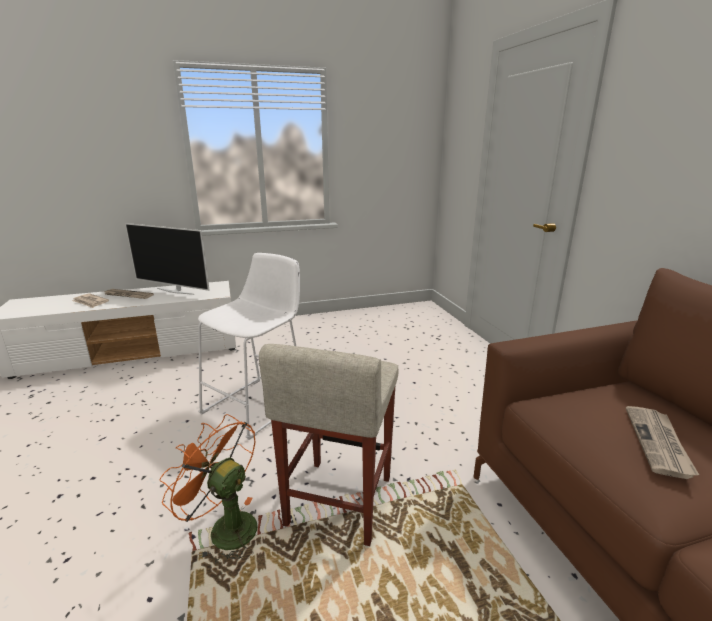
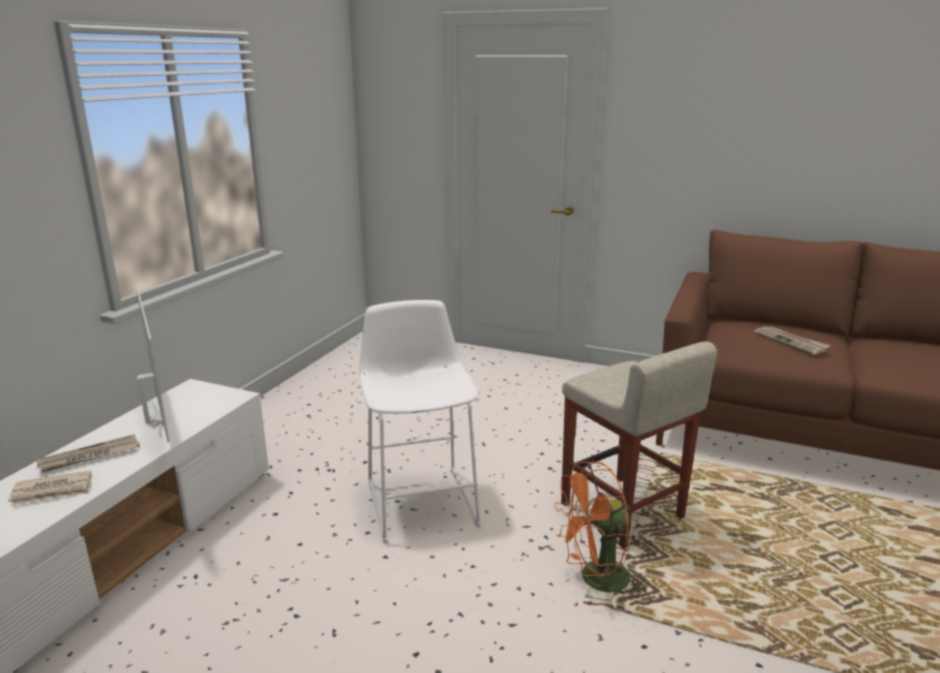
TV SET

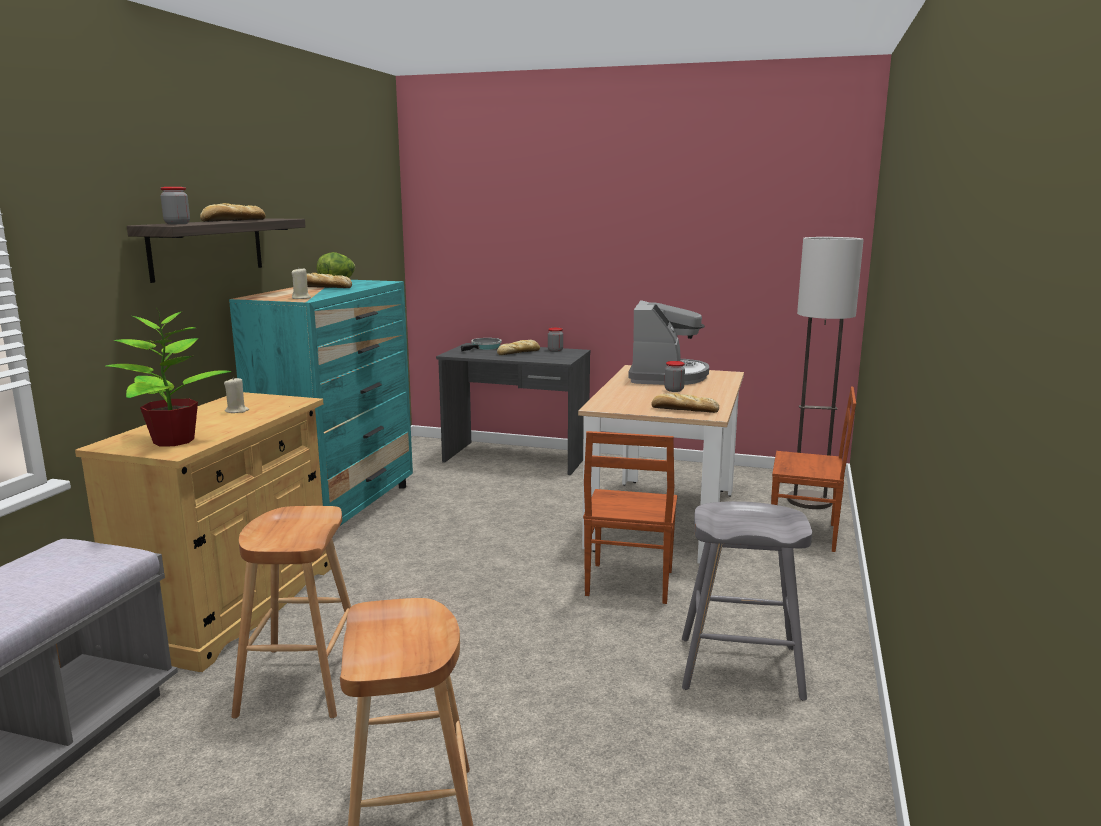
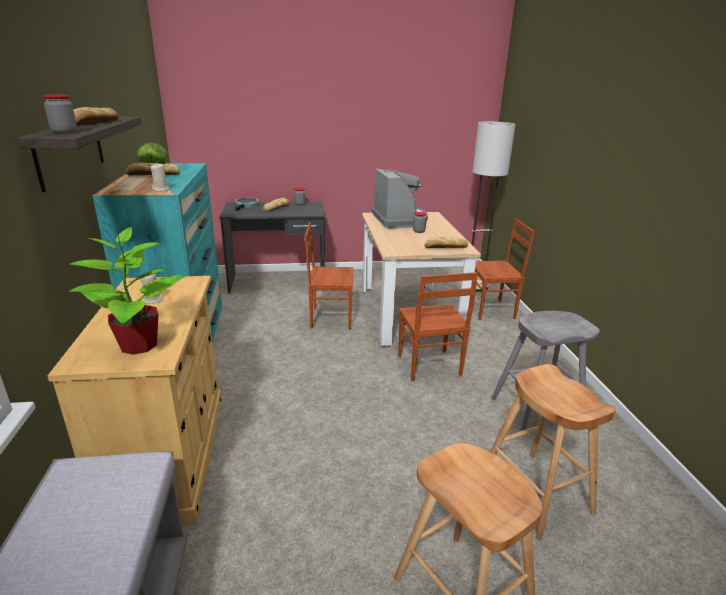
BROWN-COLOURED UPRIGHT CHAIR (no. 1 from left)
BROWN-COLOURED STOOL (no. 2 from left)

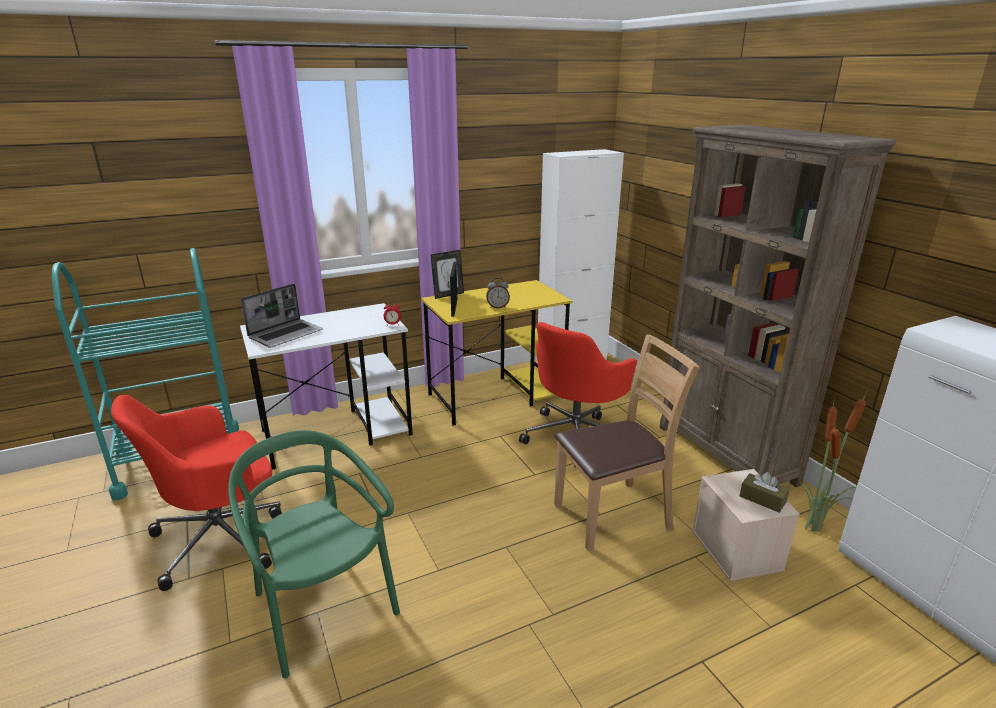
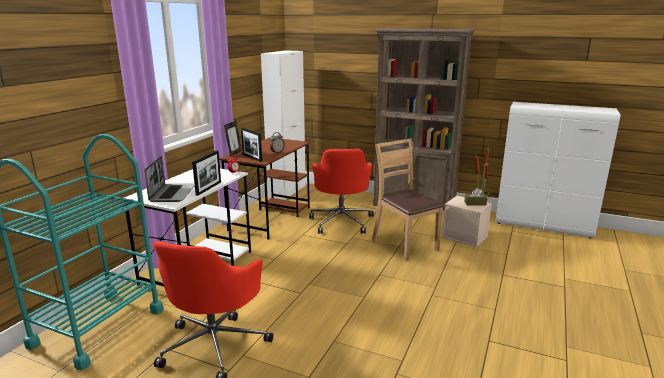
GREEN-COLOURED UPRIGHT CHAIR
PHOTO FRAME (no. 1 from left)
BROWN-COLOURED DESK TABLE
BROWN-COLOURED UPRIGHT CHAIR

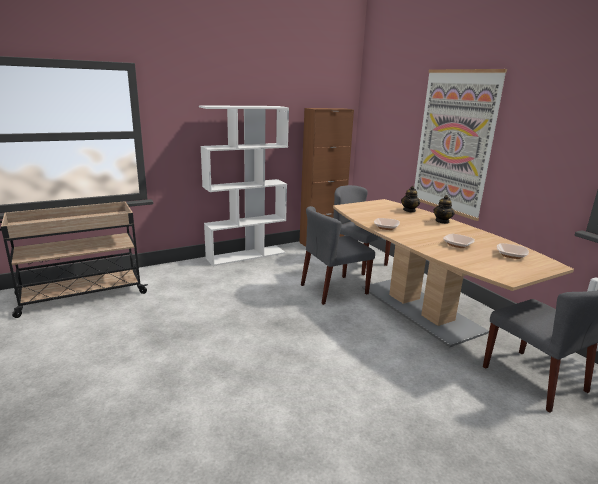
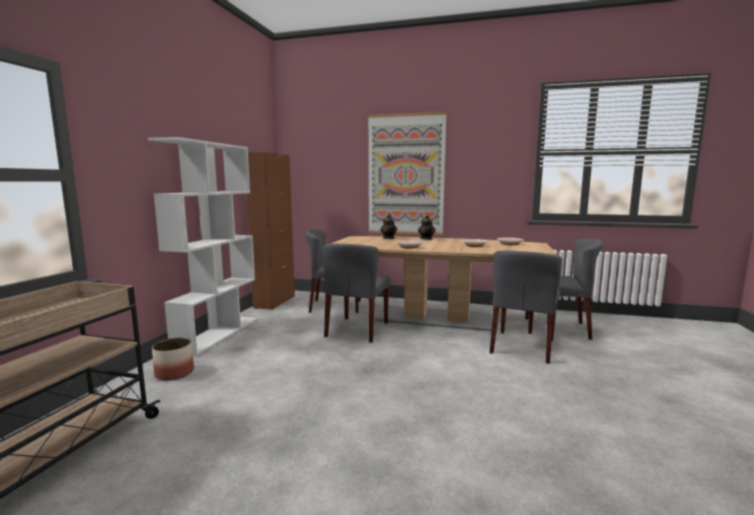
PLANTER
GREYISH UPRIGHT CHAIR (no. 3 from left)

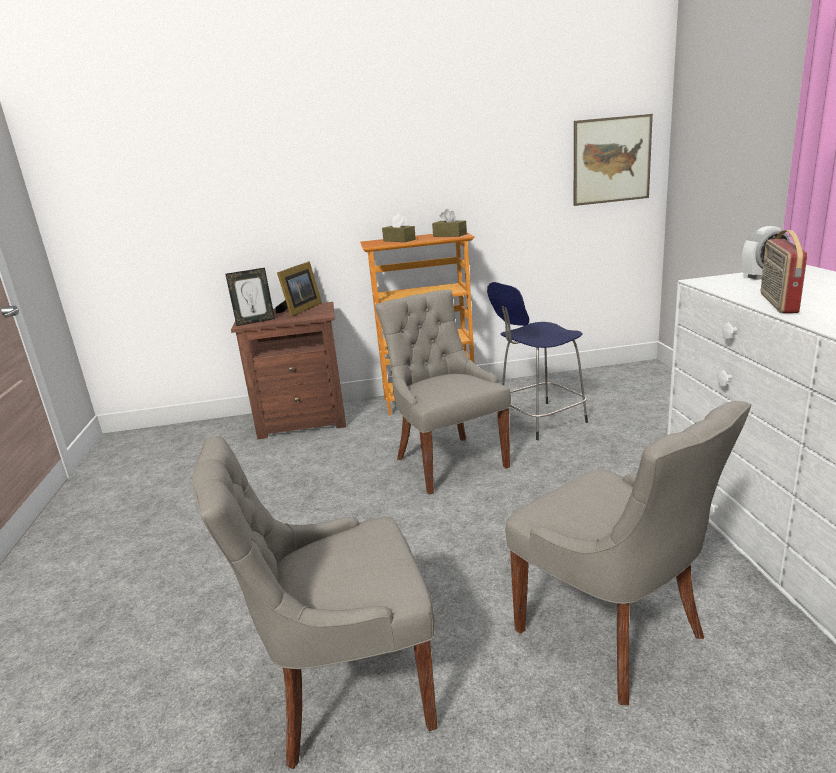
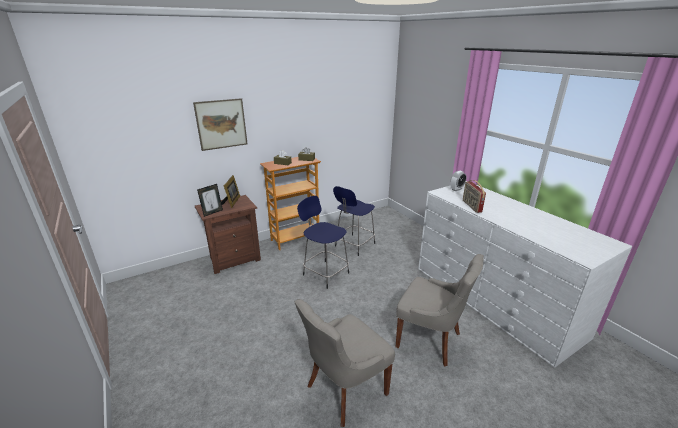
WALL ART
BLUE-COLOURED STOOL (no. 1 from left)

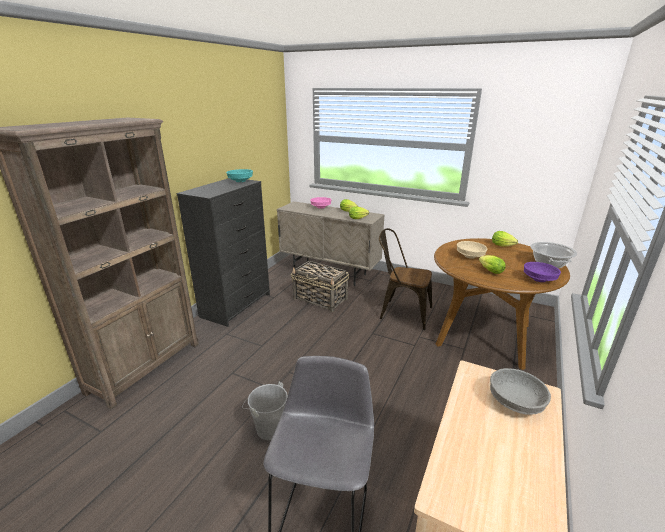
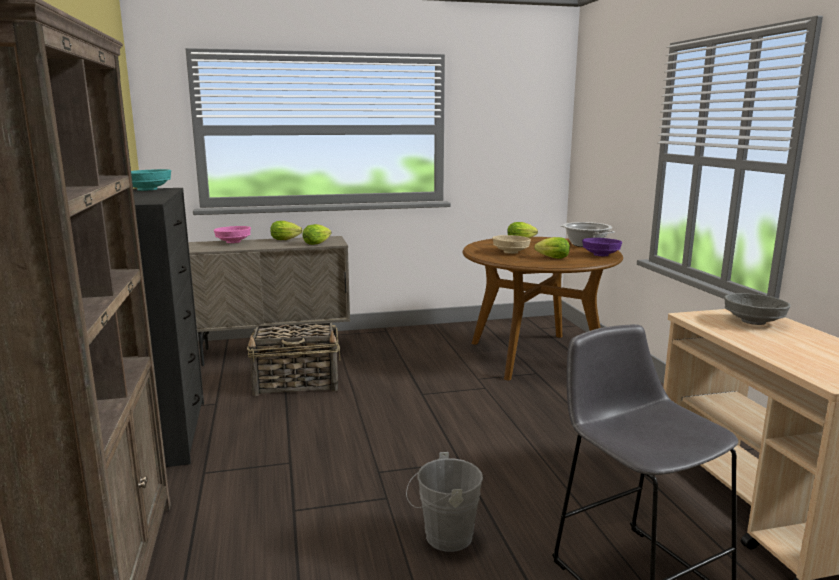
BROWN-COLOURED UPRIGHT CHAIR

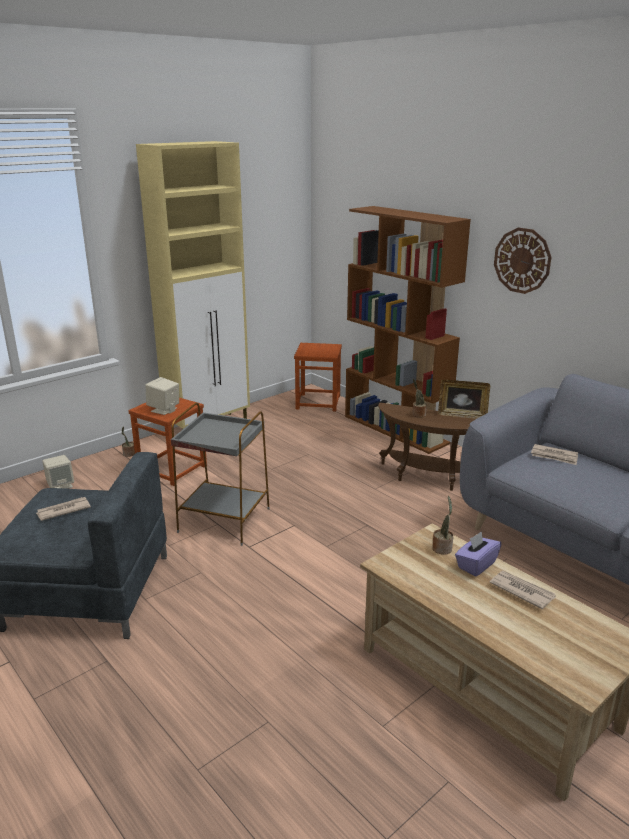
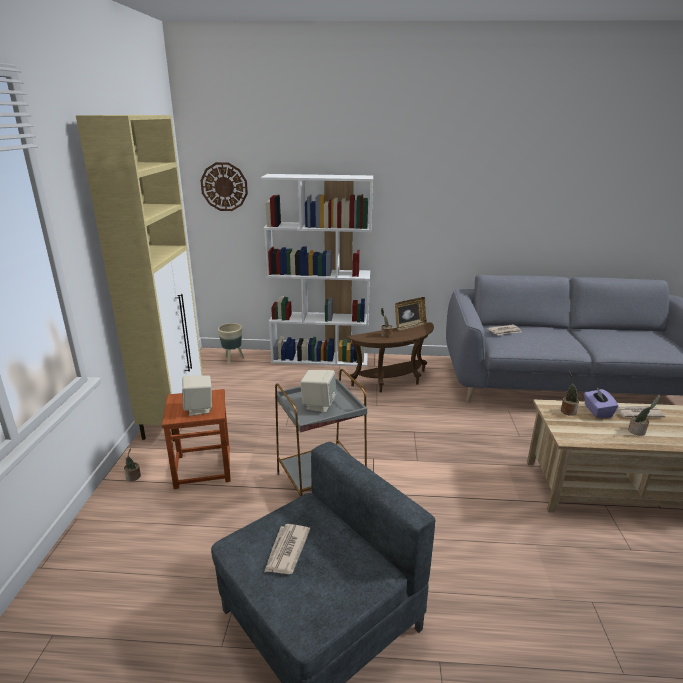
PLANT IN A POT (no. 4 from left)
BEIGE SPEAKER (no. 2 from left)
WALL CLOCK
BEIGE PLANTER
WHITE BOOKSHELF

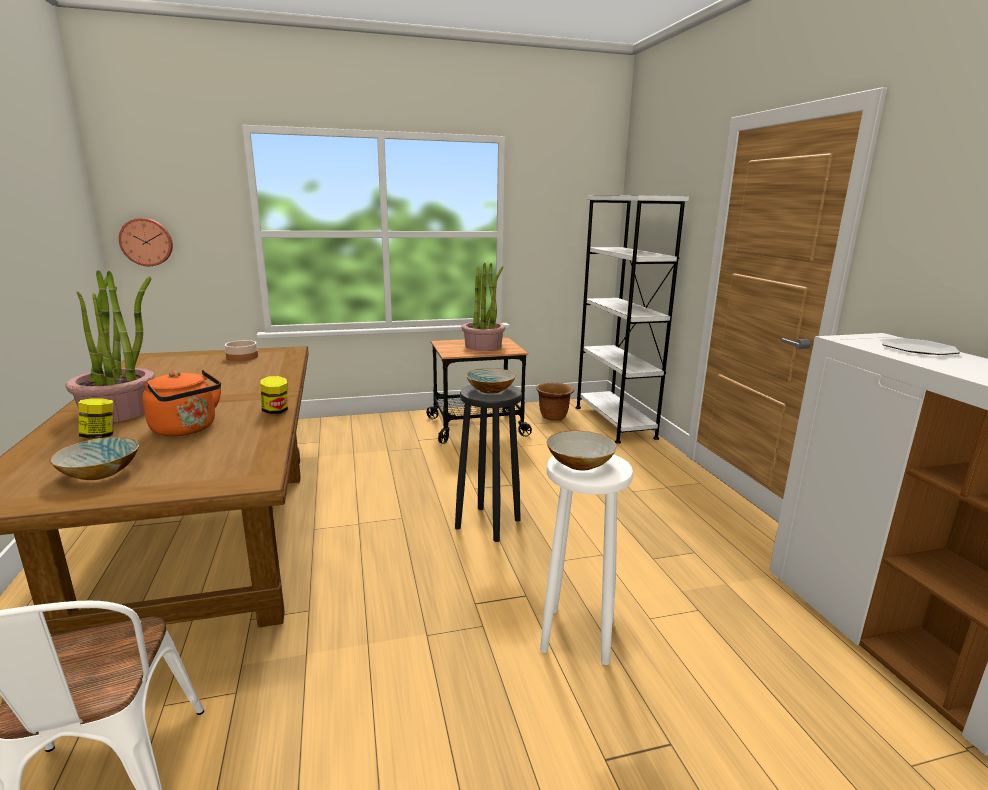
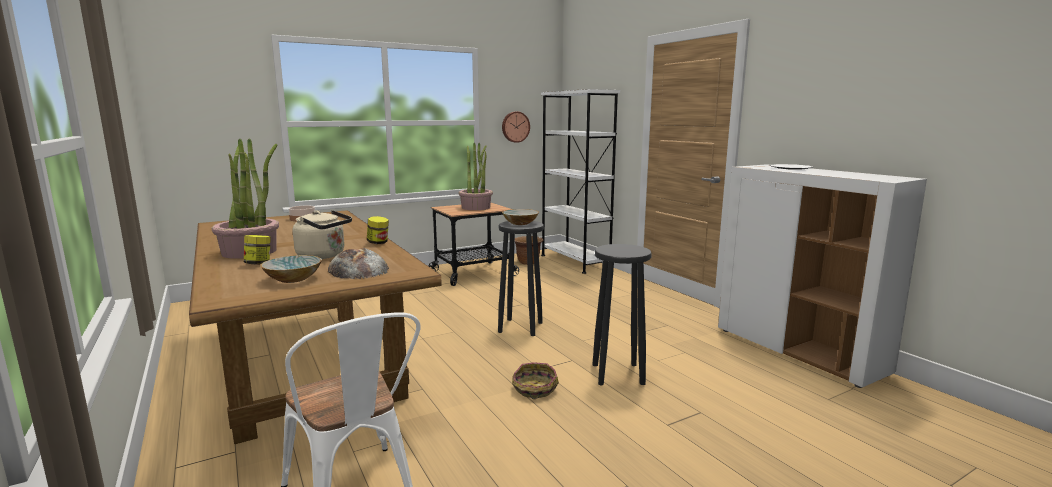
SERVING BOWL (no. 4 from left in the first image)
BREAD
HOUSEHOLD BASKET
WALL CLOCK
BEIGE WATER KETTLE
BLACK-COLOURED STOOL (no. 2 from left)

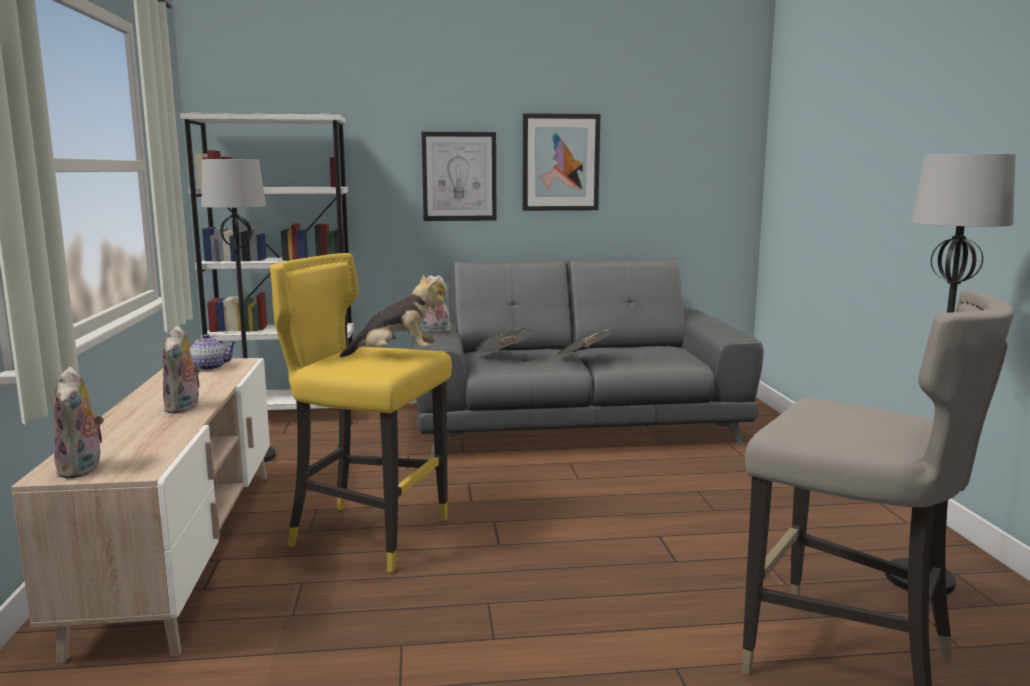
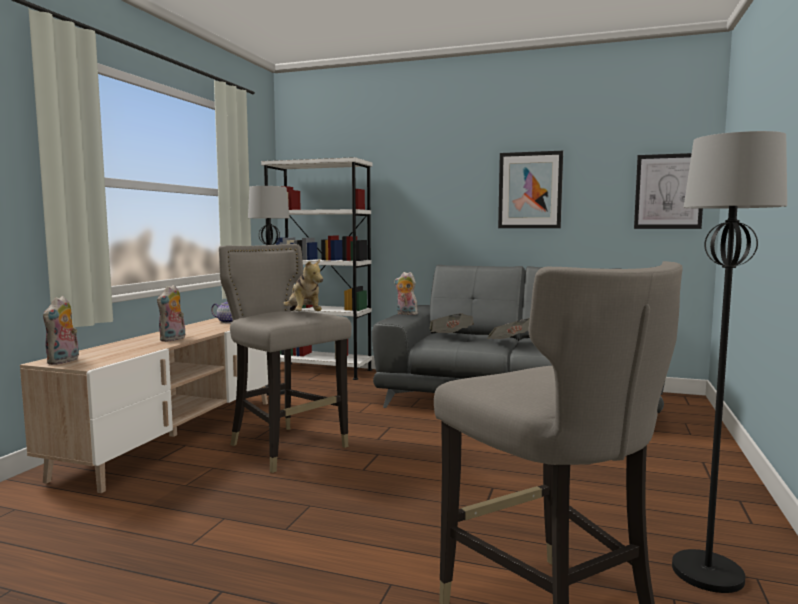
WALL ART (no. 2 from left)
GREYISH STOOL (no. 1 from left)
CUDDLY TOY (no. 3 from left)

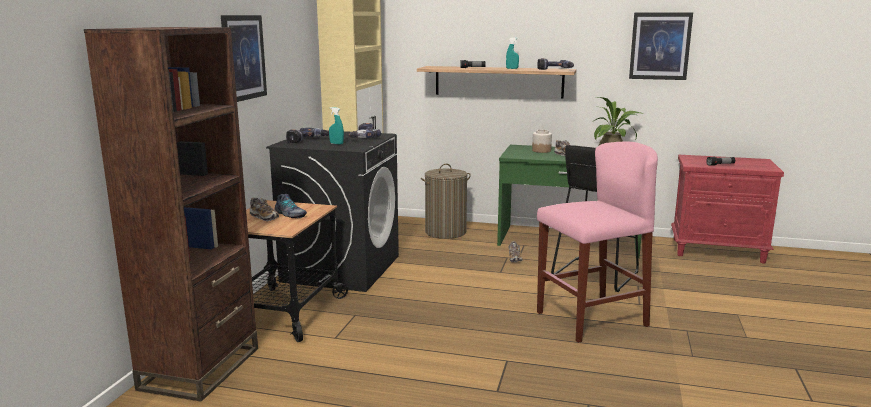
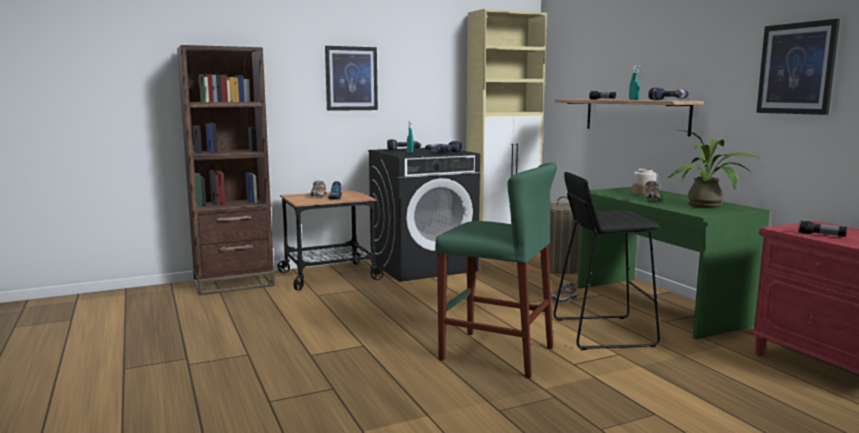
GREEN-COLOURED STOOL

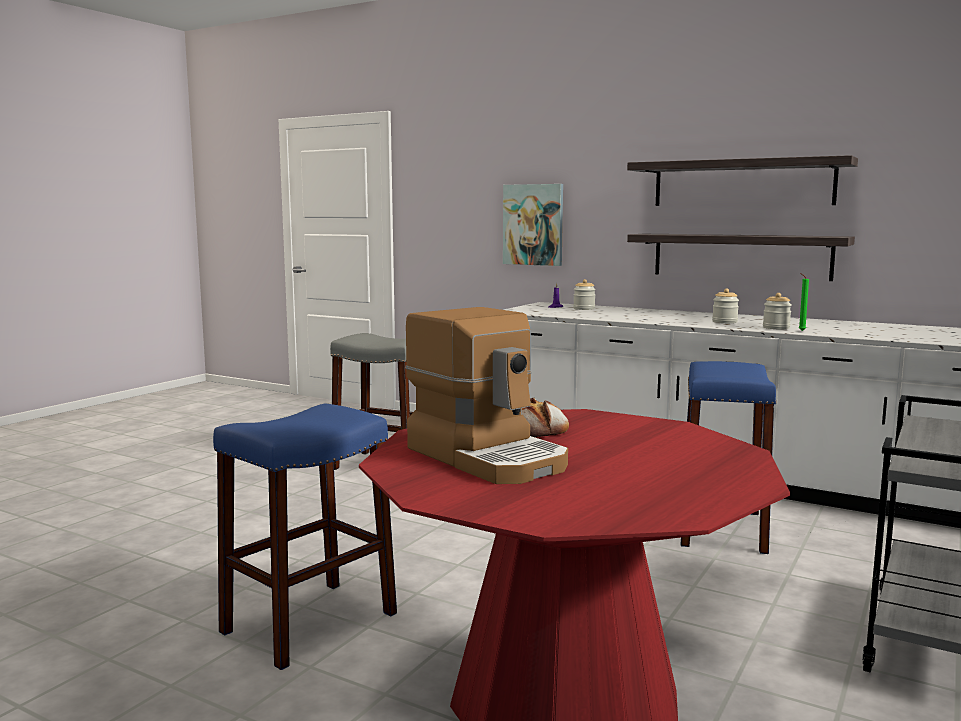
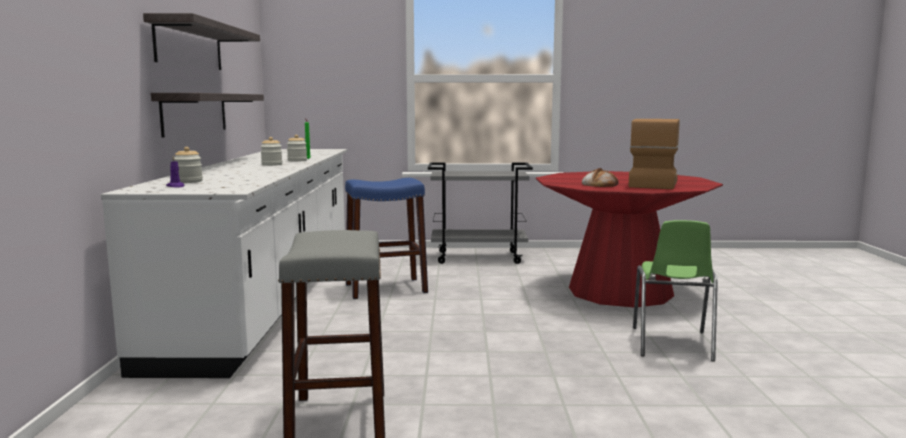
WALL ART
GREEN-COLOURED UPRIGHT CHAIR

